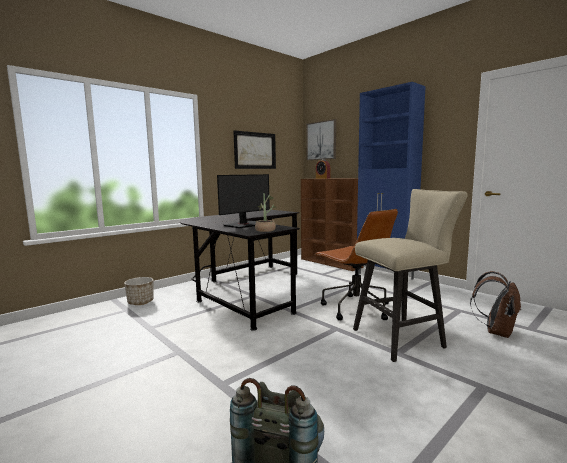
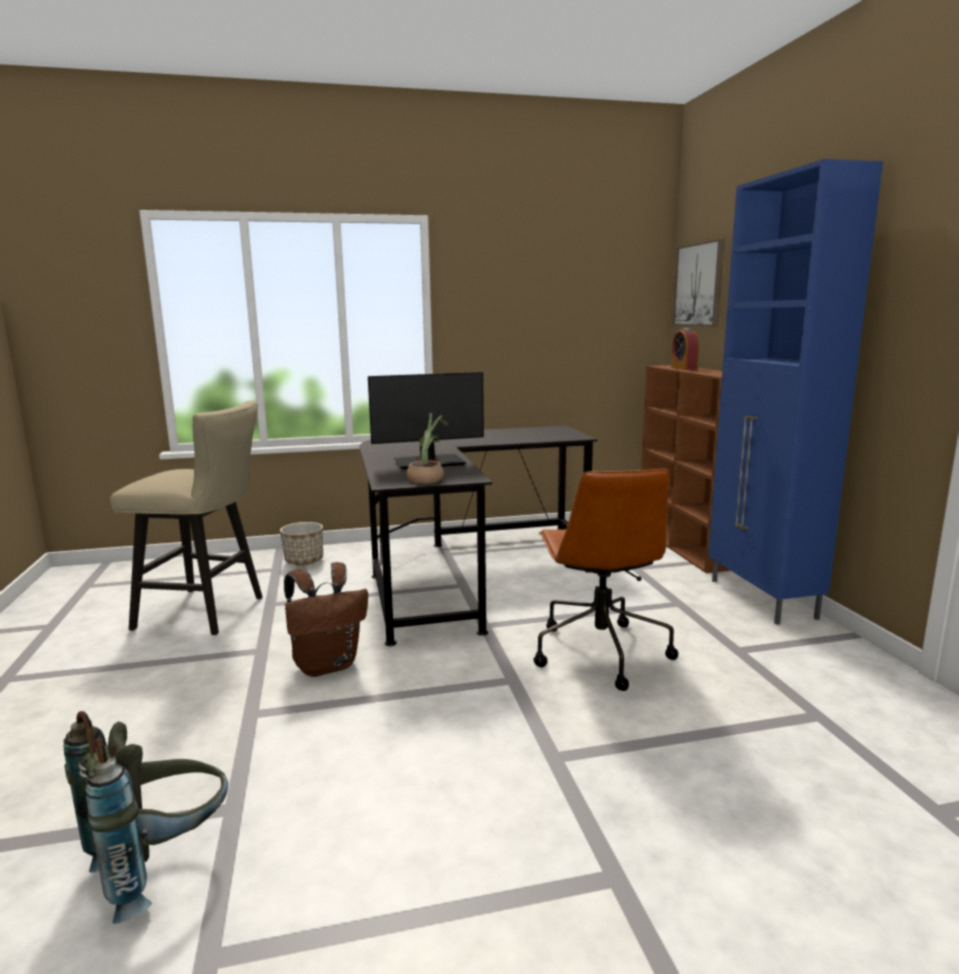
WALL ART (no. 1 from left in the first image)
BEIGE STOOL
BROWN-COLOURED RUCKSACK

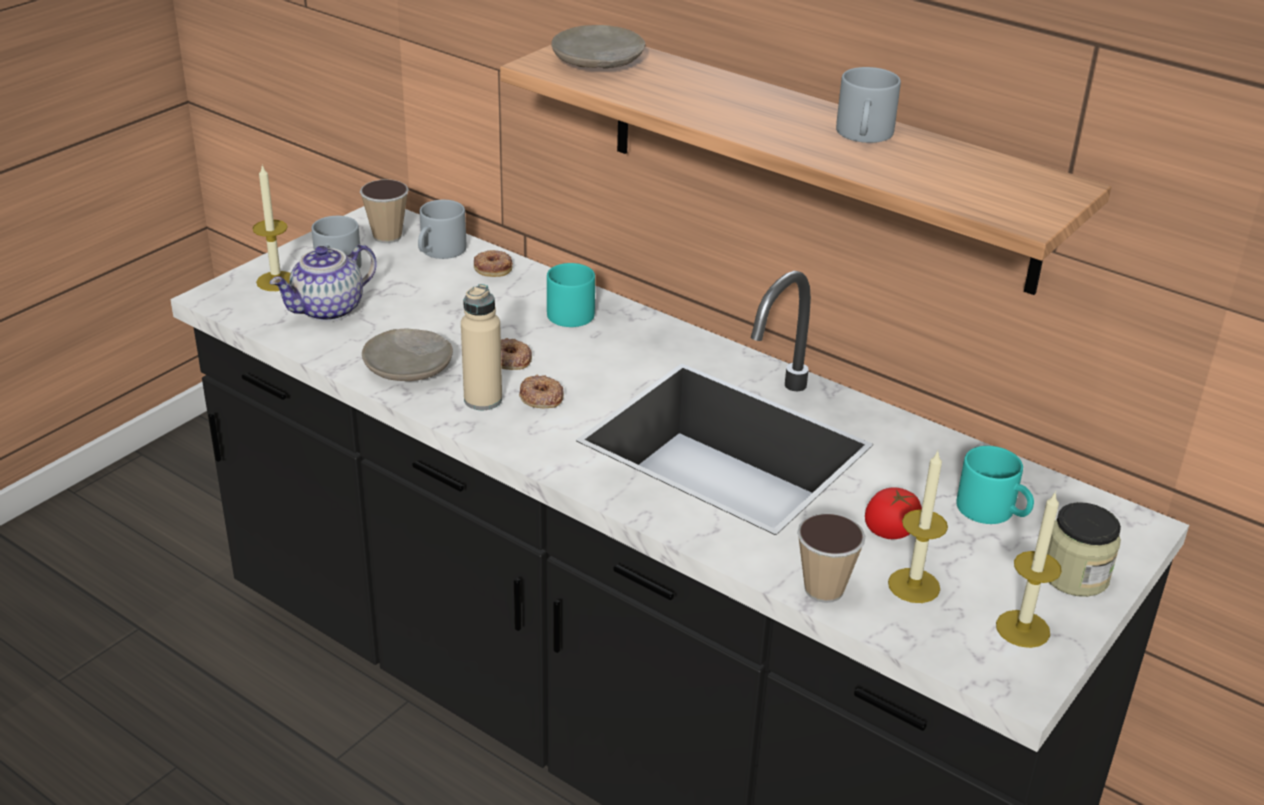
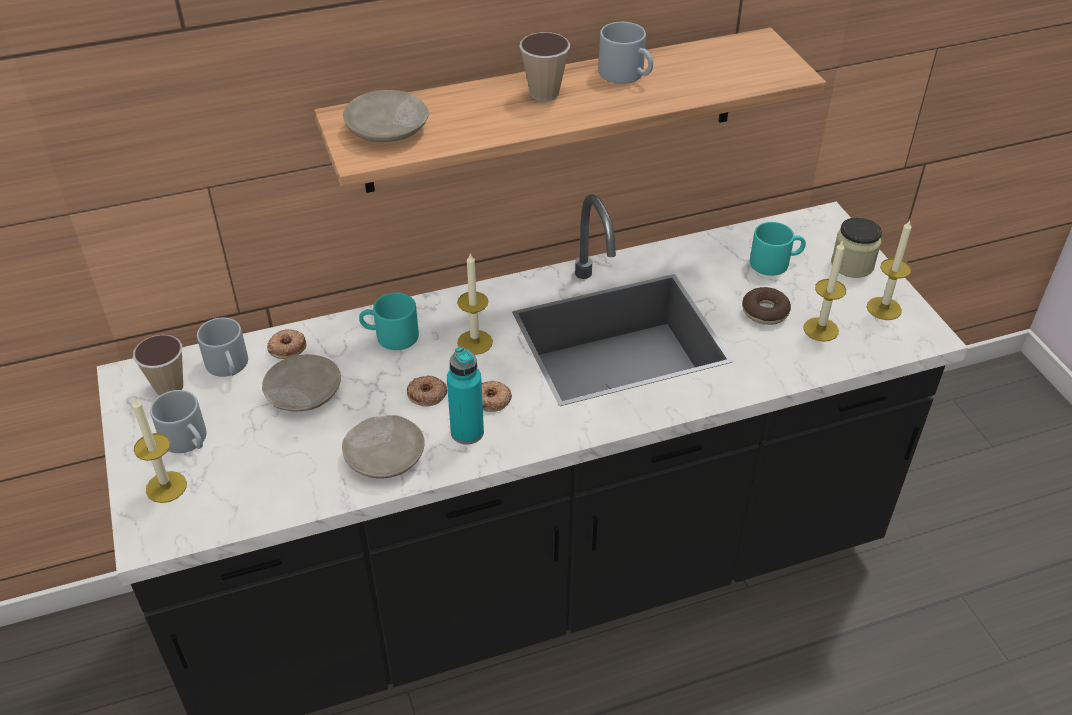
TEAPOT
BEIGE PLATE (no. 1 from left)
WAX LIGHT (no. 2 from left)
CUP (no. 2 from left)
DONUT (no. 4 from left)
BLUE-GREEN BOTTLE

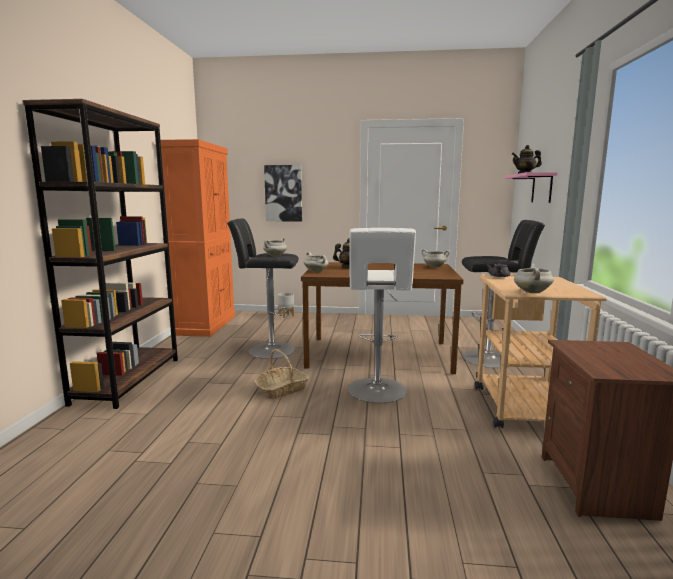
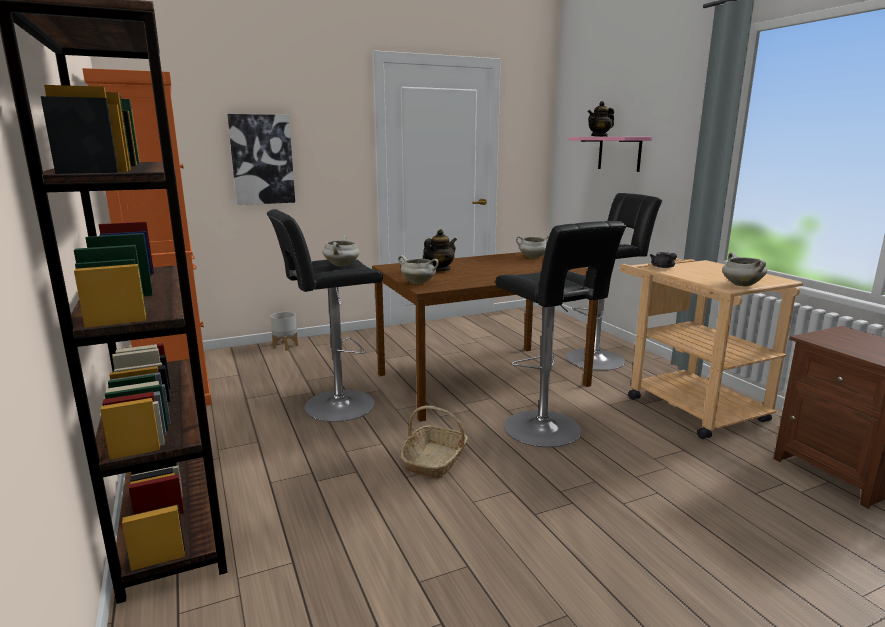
BLACK-COLOURED STOOL (no. 2 from left)

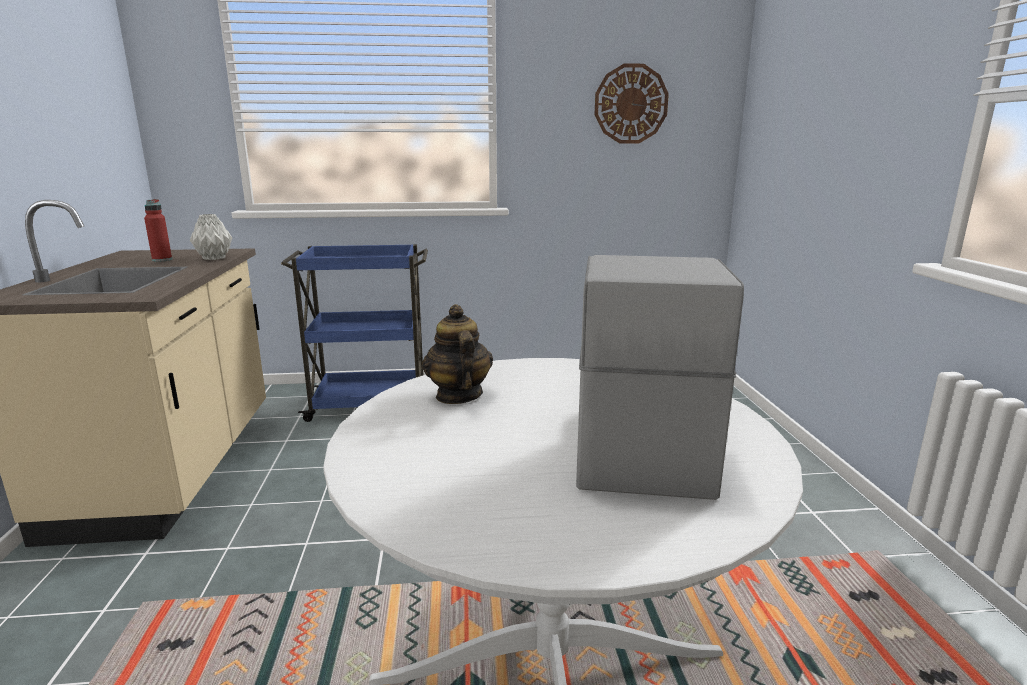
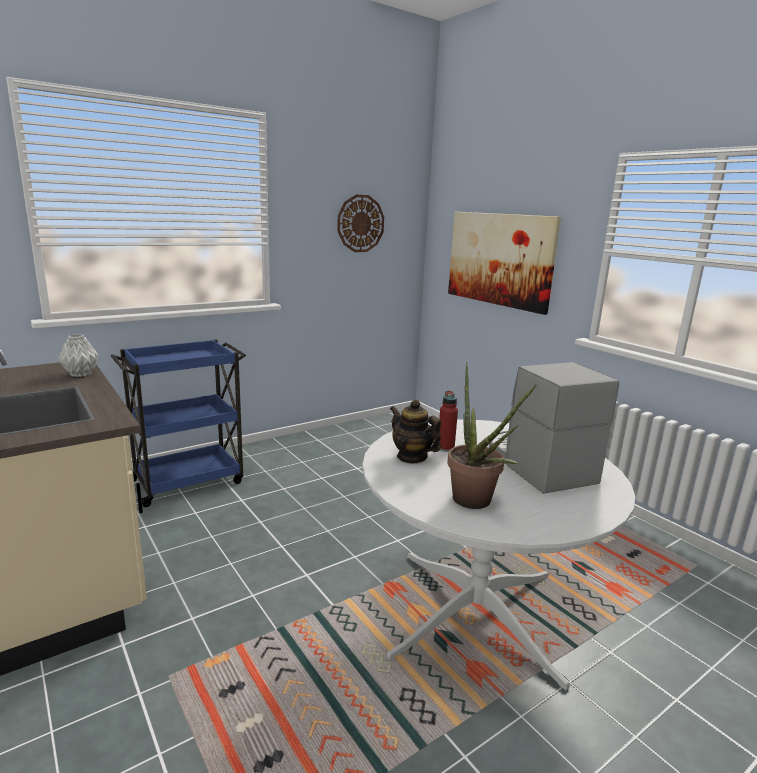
WALL ART
PLANT IN A POT
RED BOTTLE

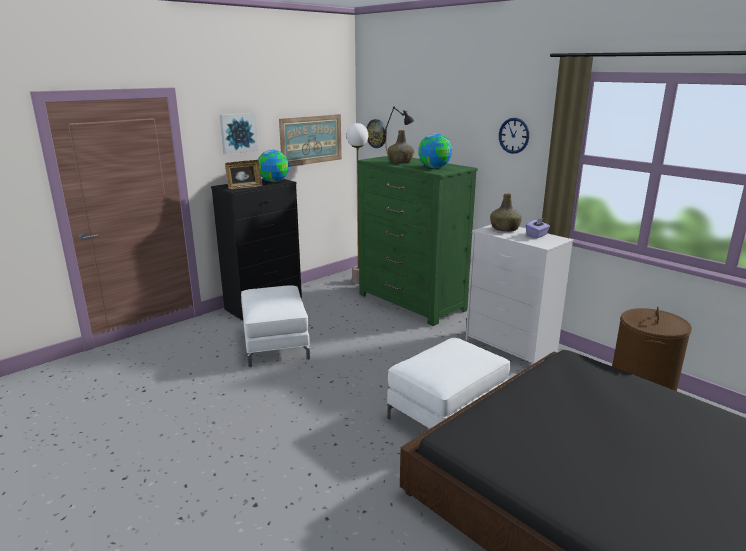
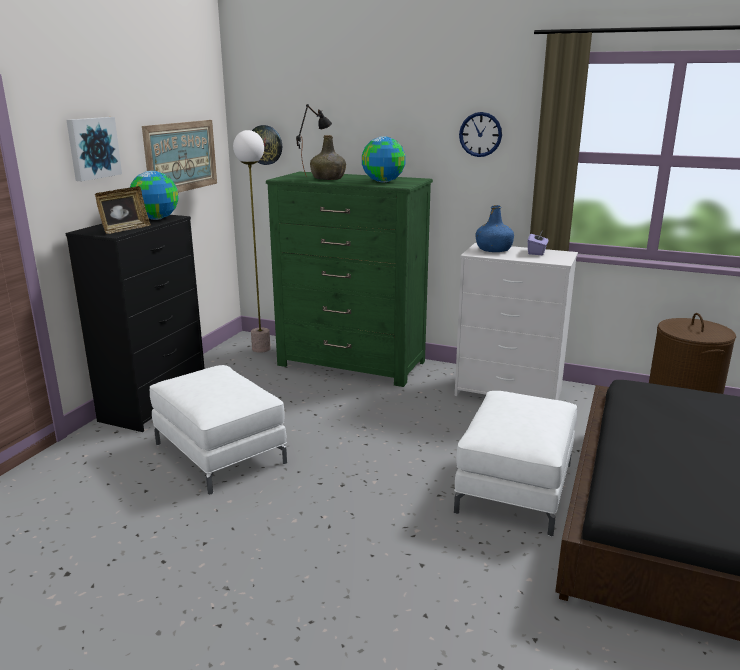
BLUE-COLOURED BOTTLE

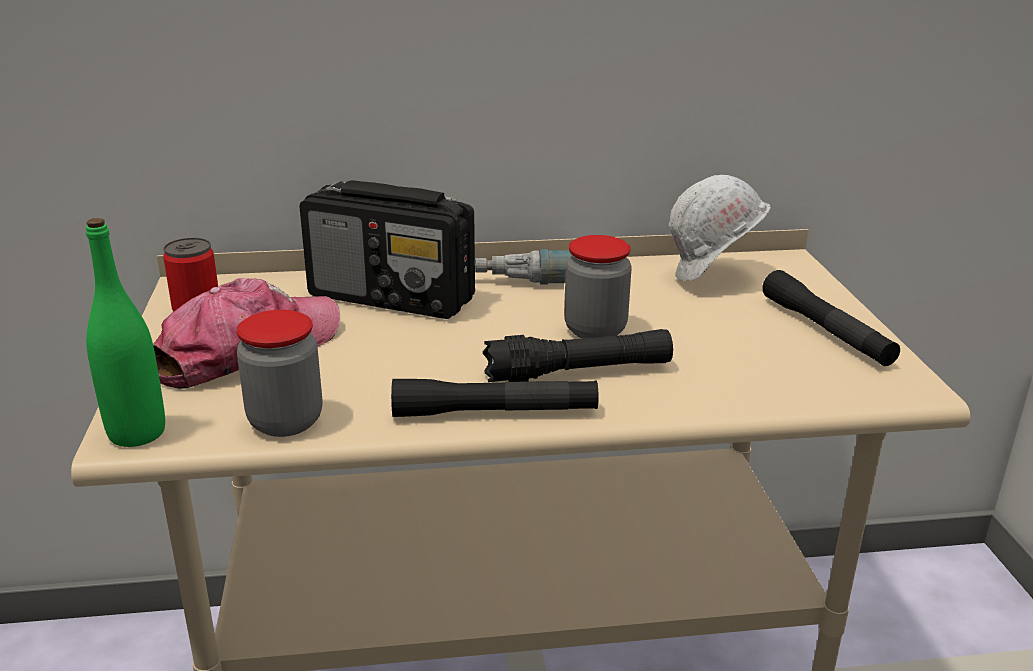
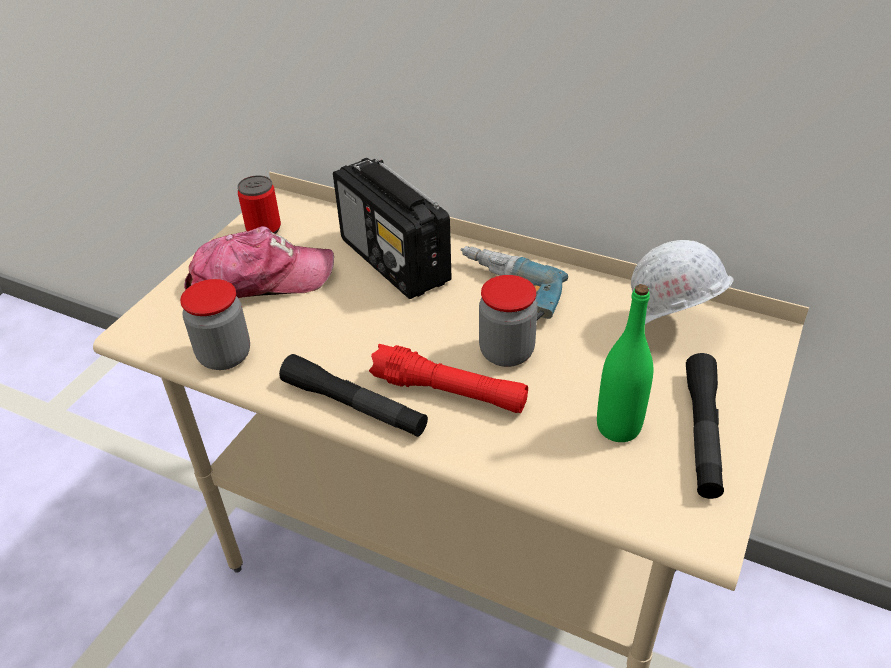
GREEN-COLOURED BOTTLE
RED FLASHLIGHT

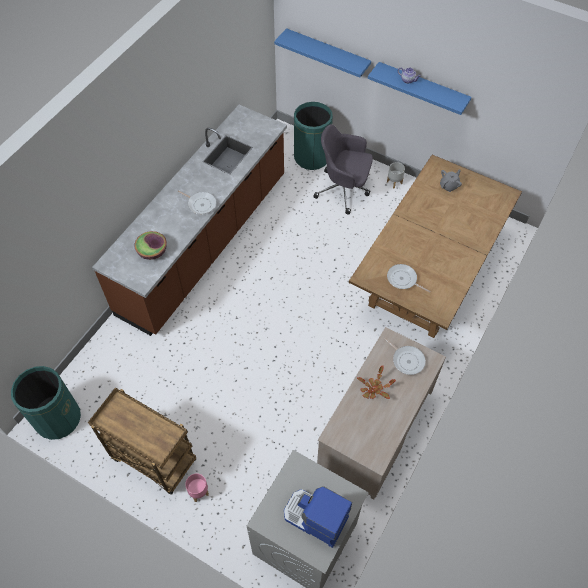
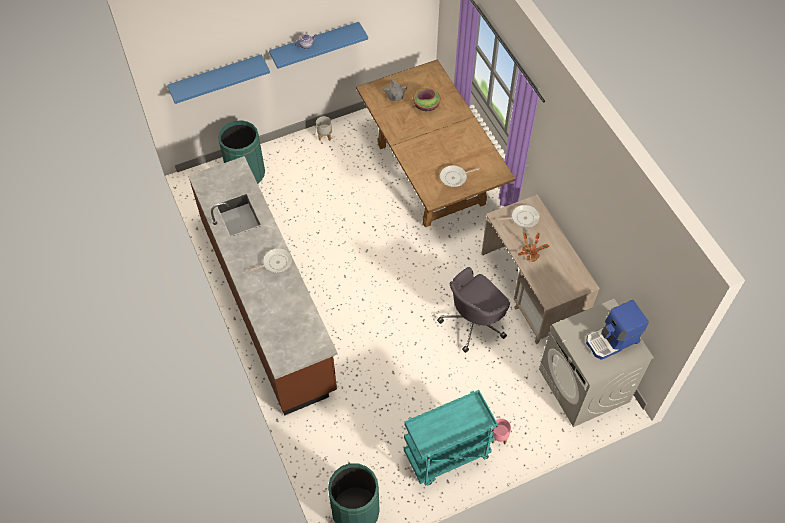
SERVING BOWL
GREYISH COMPUTER CHAIR
BLUE-GREEN WHEELED CART

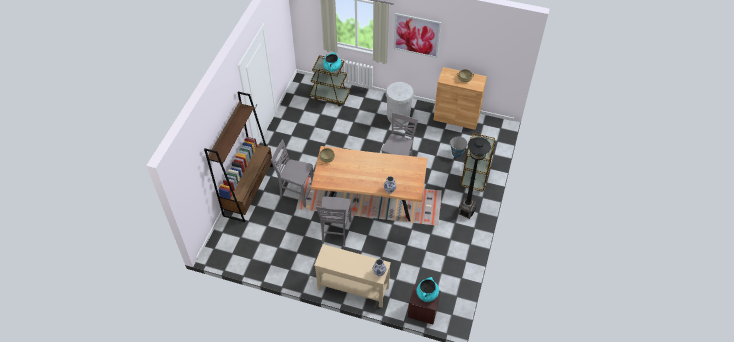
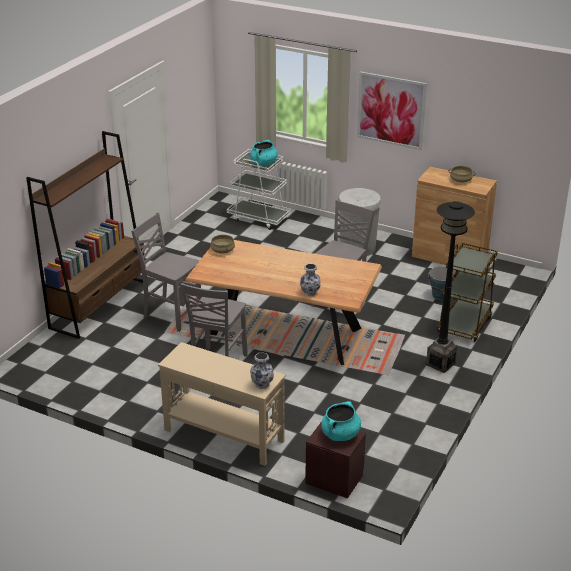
WHITE WHEELED CART

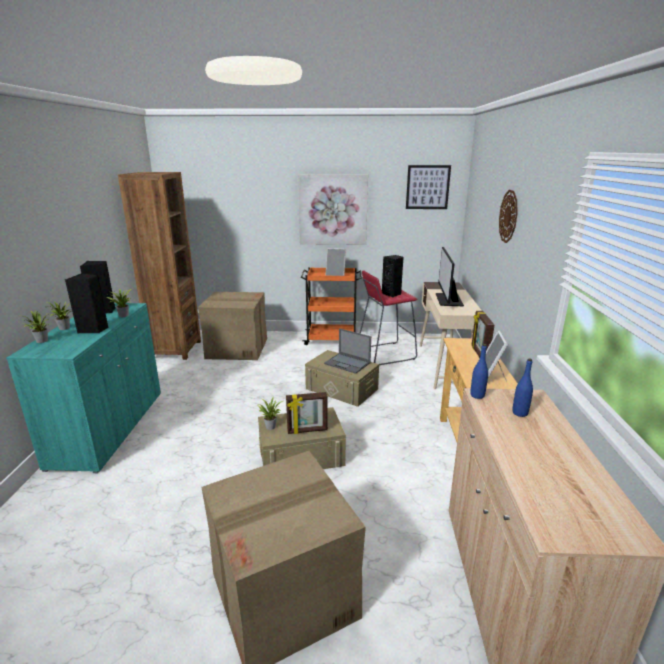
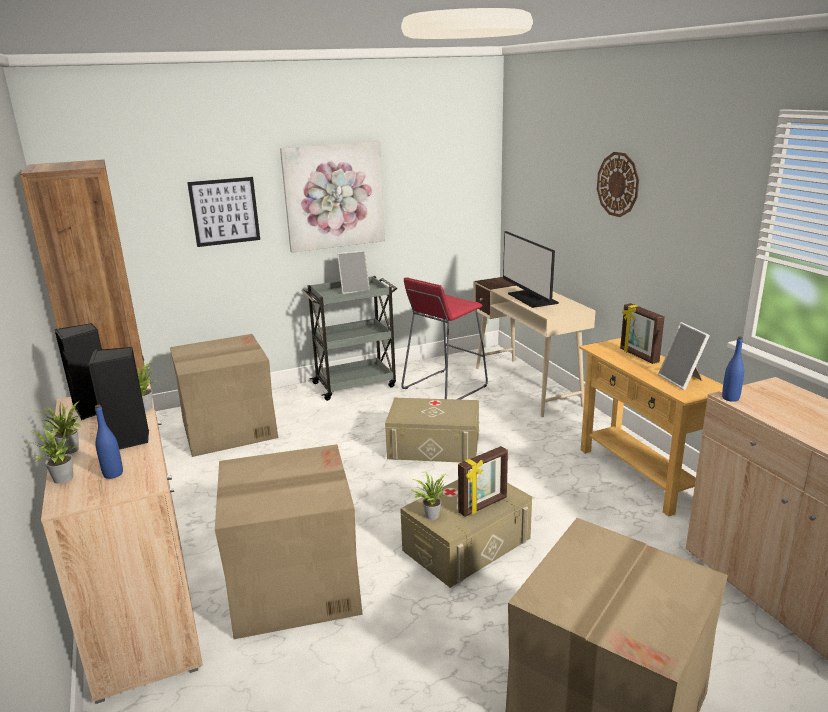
PORTABLE COMPUTER
BLACK-COLOURED SPEAKER (no. 3 from left in the first image)
CARDBOARD BOX (no. 2 from left)
WALL ART (no. 1 from left)
BLUE-COLOURED BOTTLE (no. 1 from left)
BEIGE CUPBOARD (no. 1 from left)
GREYISH WHEELED CART

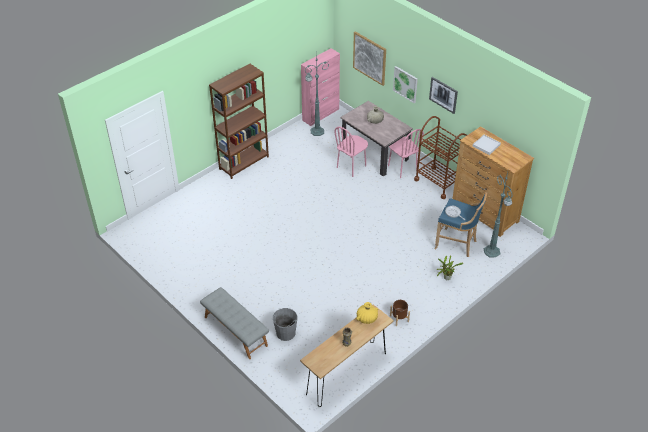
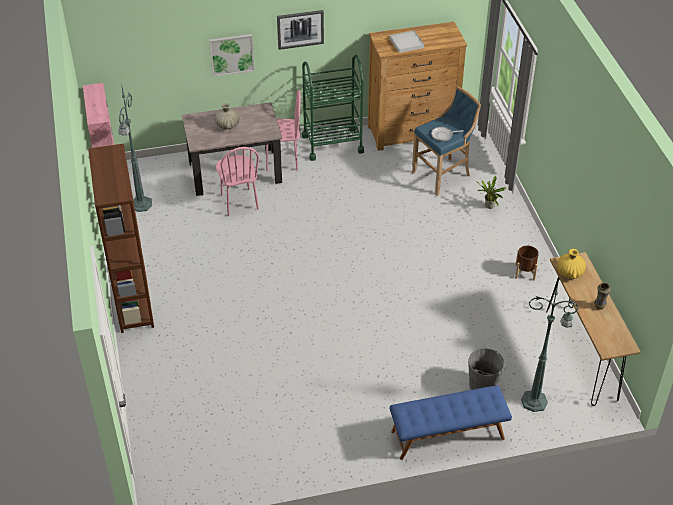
WALL ART (no. 1 from left in the first image)
GREEN-COLOURED STANDARD LAMP (no. 2 from left)
BLUE-COLOURED BENCH
GREEN-COLOURED WHEELED CART

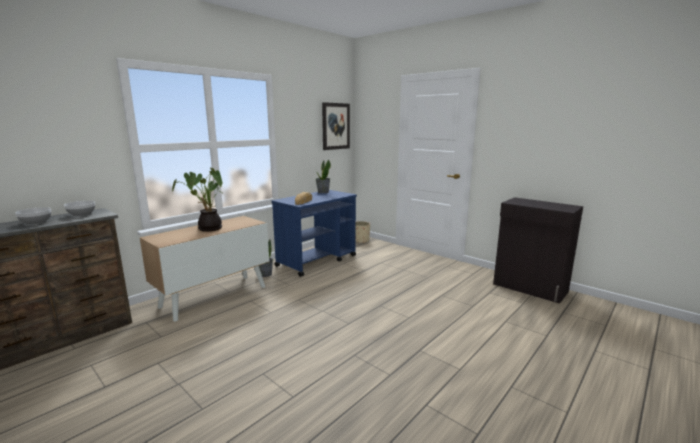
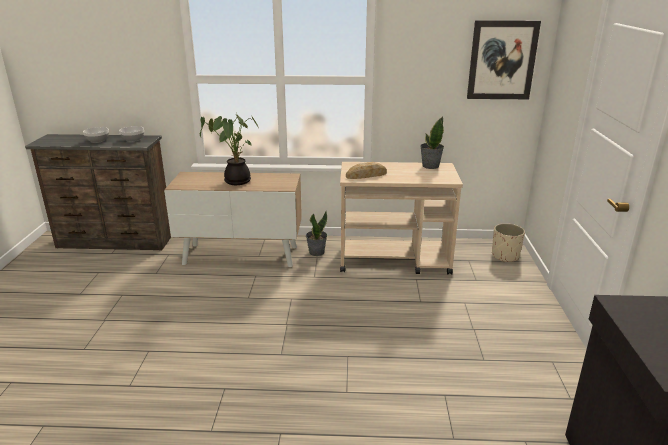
BEIGE WHEELED CART

